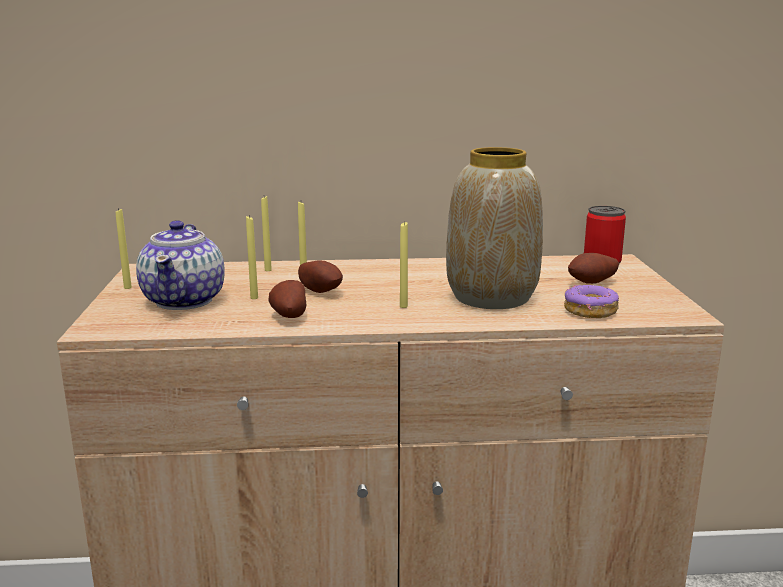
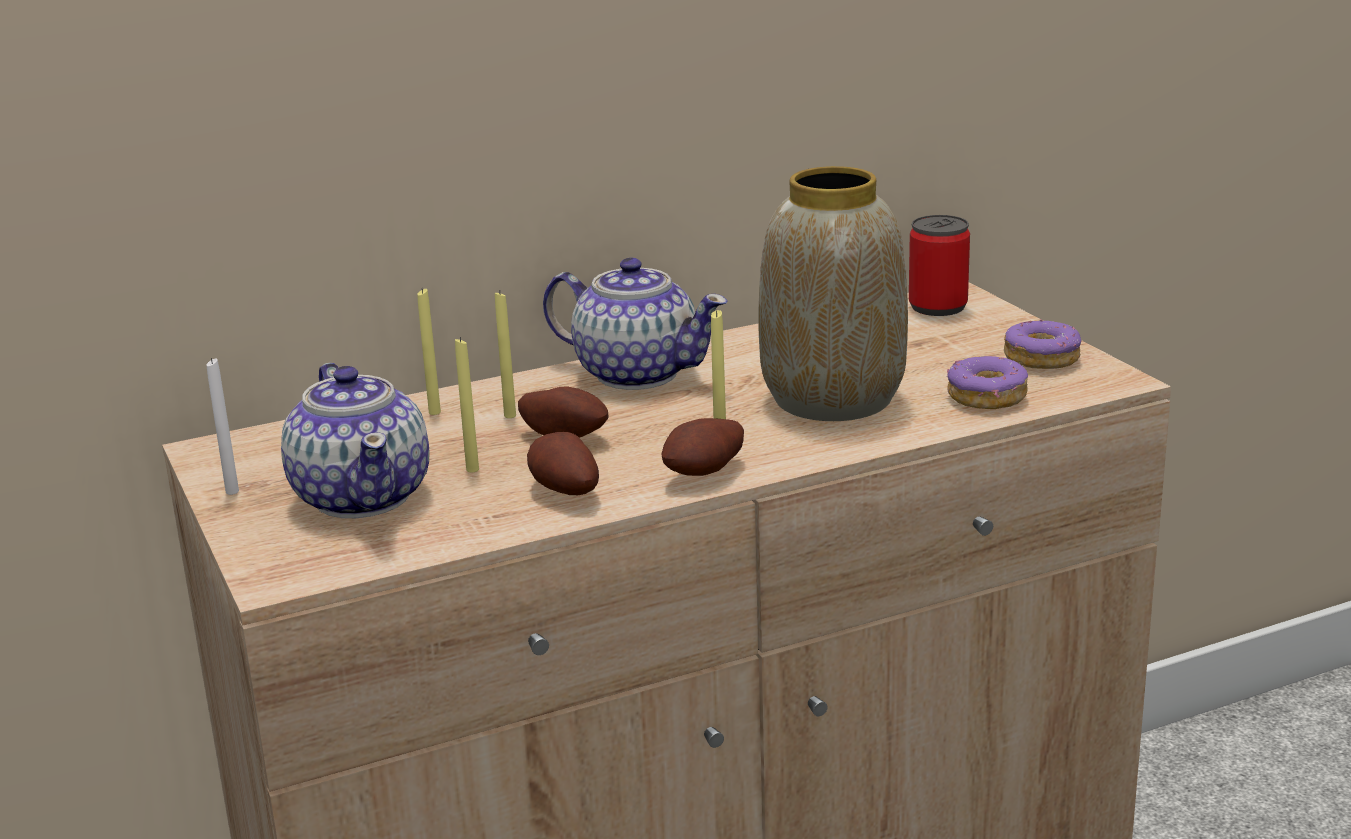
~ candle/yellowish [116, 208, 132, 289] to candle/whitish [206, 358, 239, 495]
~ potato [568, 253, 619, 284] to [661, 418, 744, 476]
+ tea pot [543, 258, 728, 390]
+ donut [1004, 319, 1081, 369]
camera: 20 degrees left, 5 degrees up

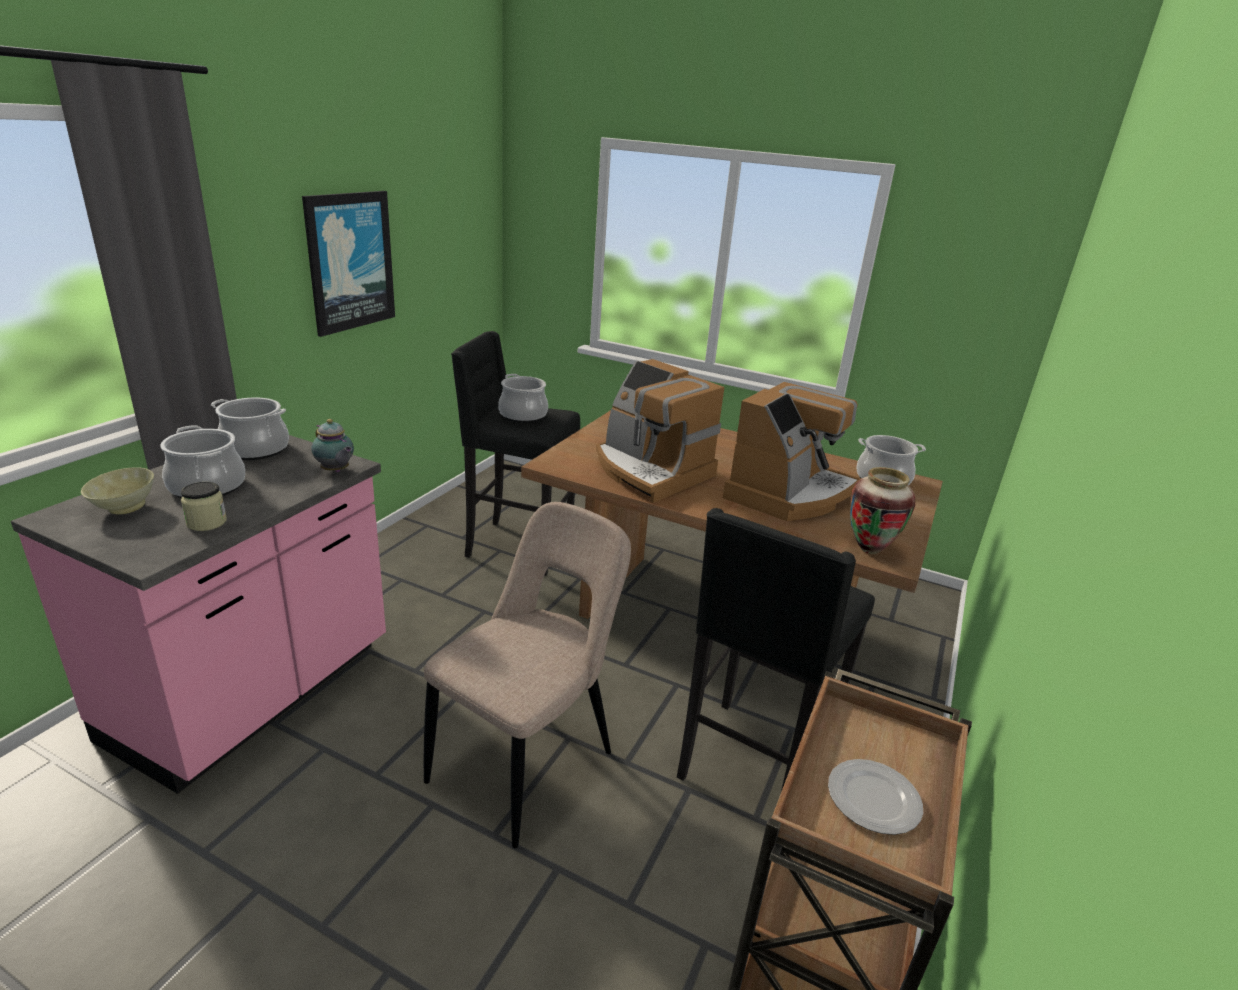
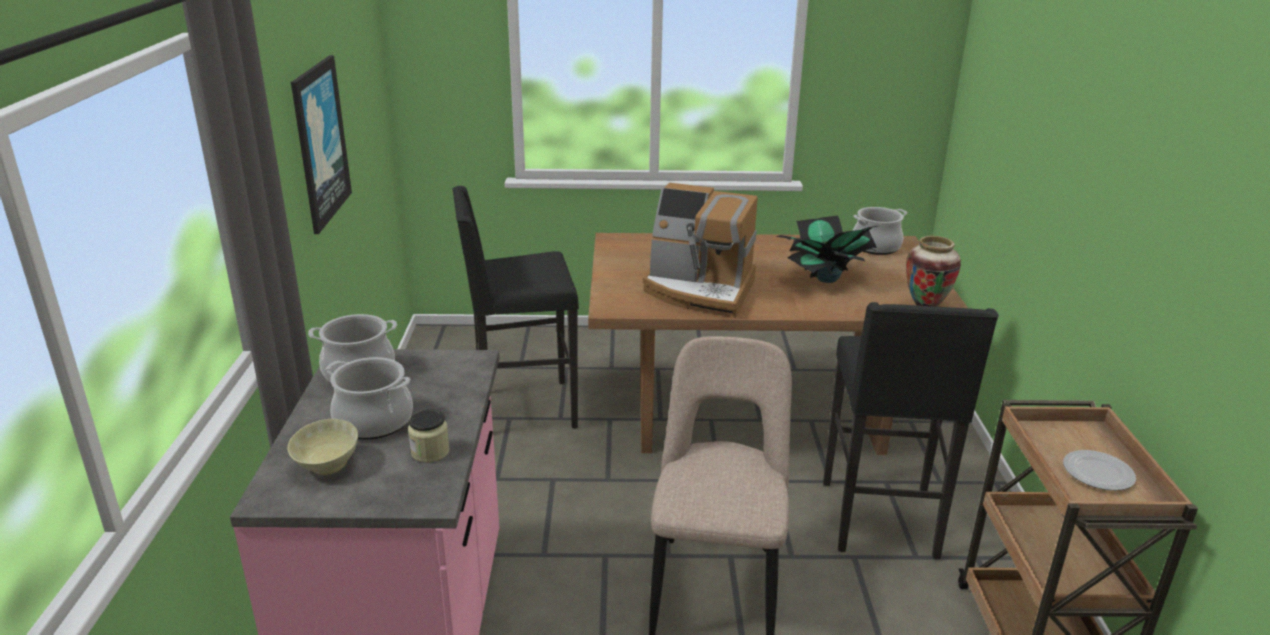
- tea pot [312, 419, 354, 472]
- stockpot [498, 374, 548, 423]
~ coffee brewer [723, 382, 862, 521] to potted plant [776, 215, 878, 283]
camera: 25 degrees left, 0 degrees up

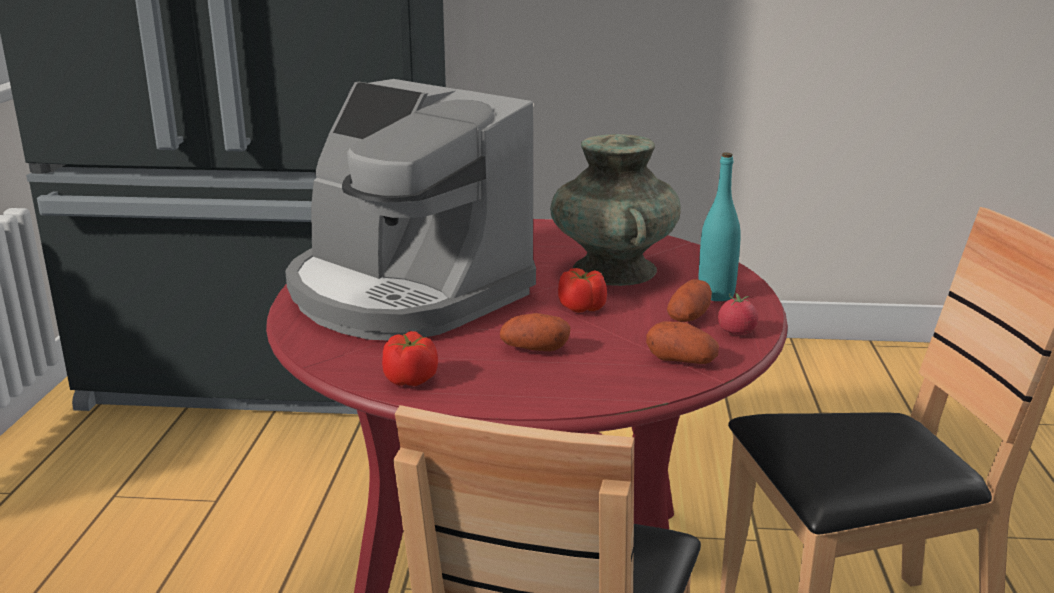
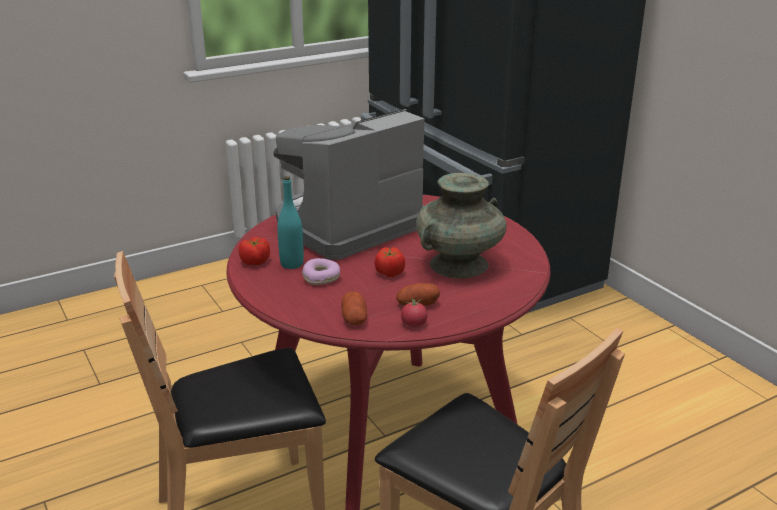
~ coffee brewer [285, 79, 536, 340] = [274, 109, 425, 260] 45 degrees clockwise
~ potato [500, 313, 570, 351] to donut [302, 258, 340, 285]
~ drink bottle/turquoise-coloured [698, 152, 741, 301] to [277, 176, 304, 269]
camera: 55 degrees right, 5 degrees up

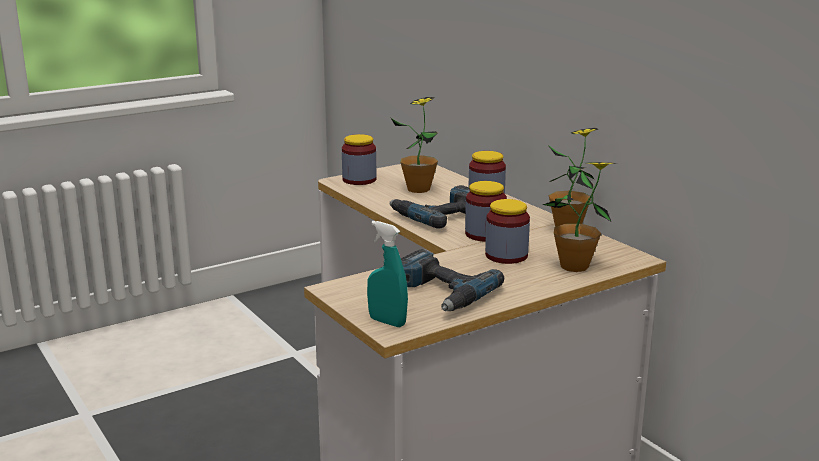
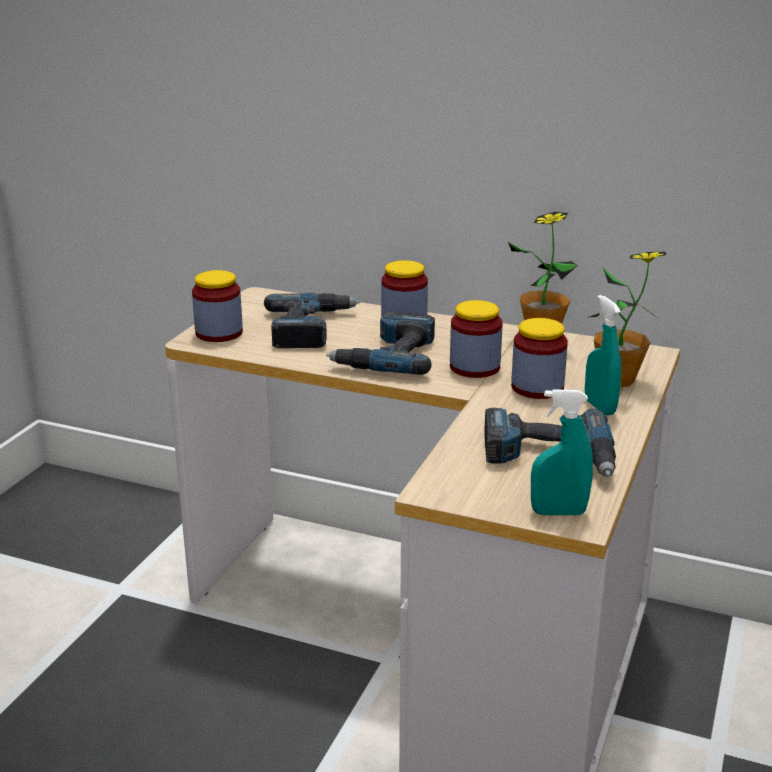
~ potted plant [391, 97, 438, 193] to drill [264, 293, 360, 348]
+ spray bottle/turquoise-coloured [585, 295, 621, 416]
camera: 35 degrees left, 5 degrees up

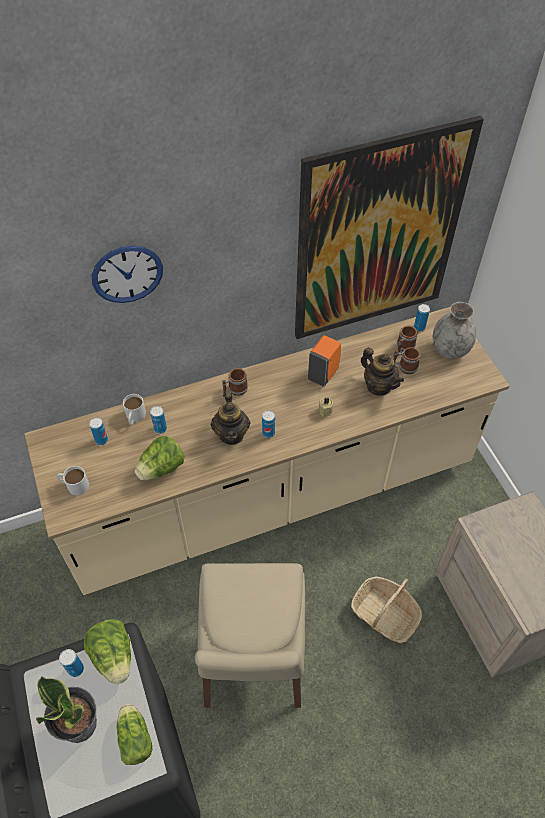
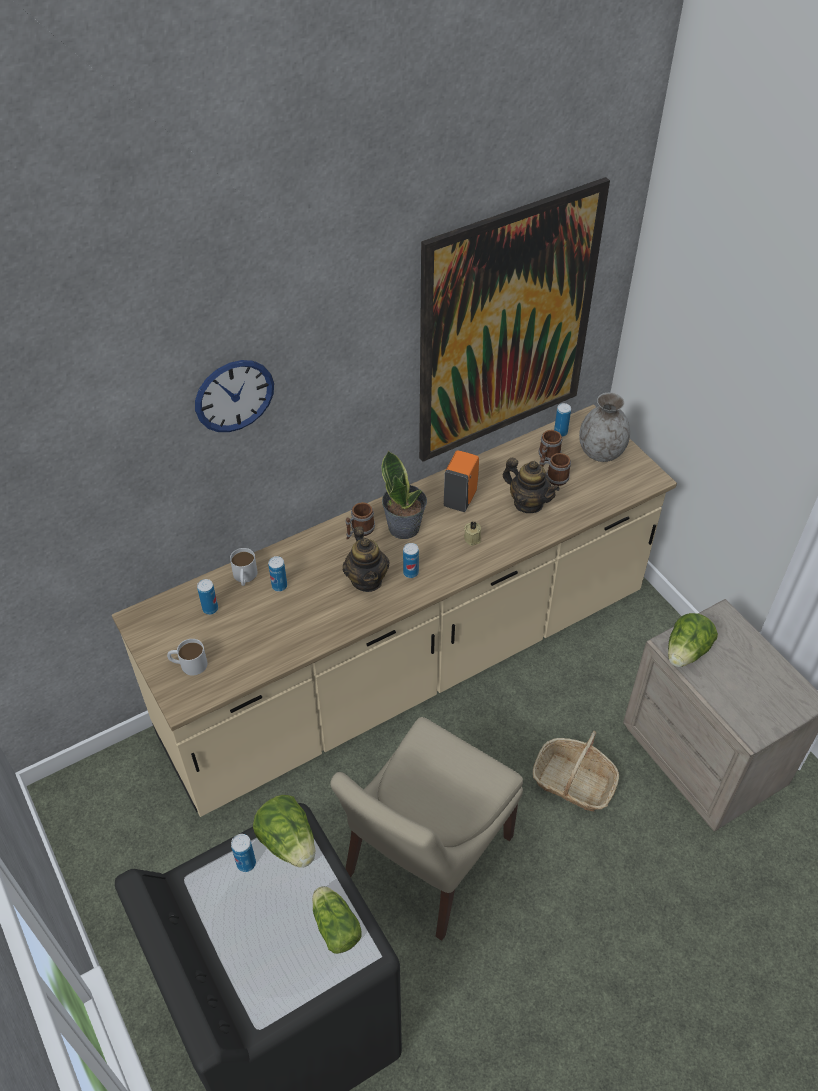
~ potted plant [36, 676, 97, 743] to [381, 450, 427, 539]
~ lettuce head [135, 436, 185, 480] to [668, 613, 718, 667]
~ plain chair/sand-coloured [195, 563, 305, 708] = [330, 717, 523, 941] 45 degrees clockwise
camera: 10 degrees left, 5 degrees down

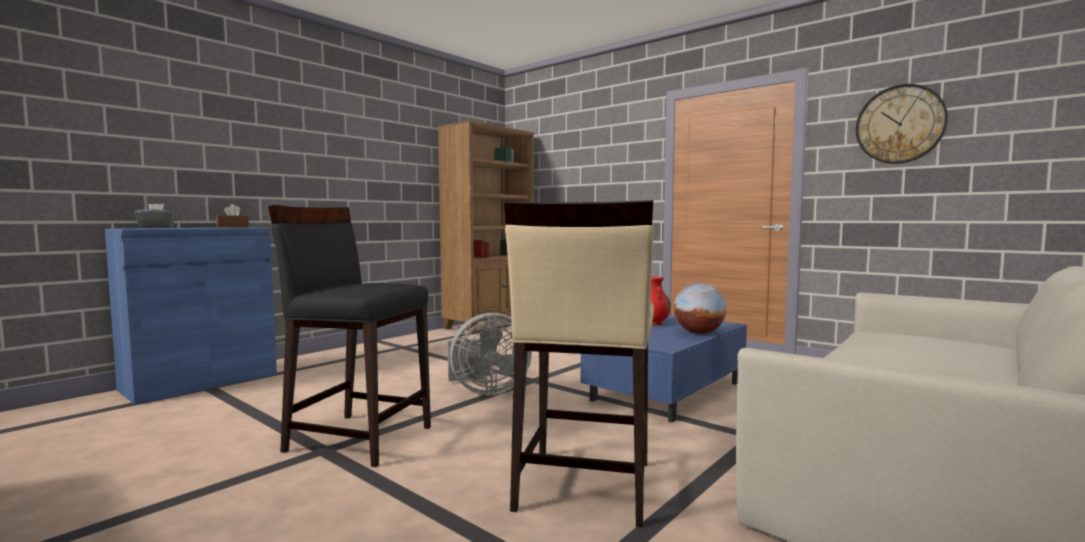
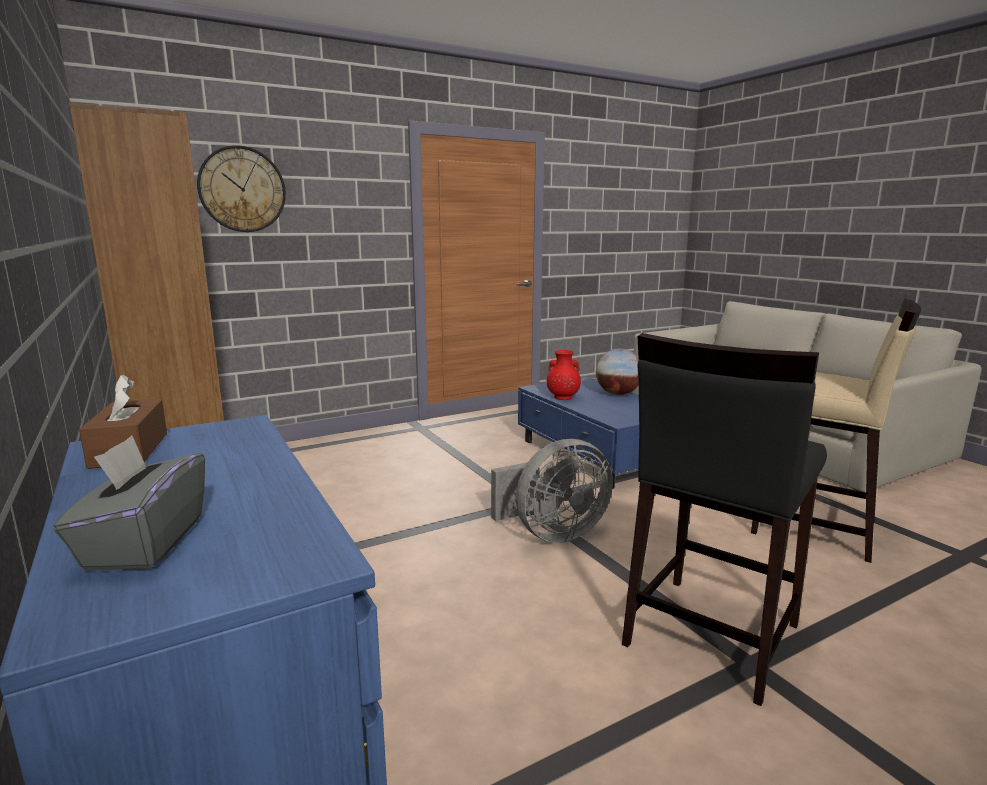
~ fan/greyish [447, 313, 532, 395] = [491, 439, 613, 543] 60 degrees clockwise
~ hanging clock [856, 84, 948, 164] to [197, 145, 286, 232]
camera: 70 degrees left, 10 degrees up

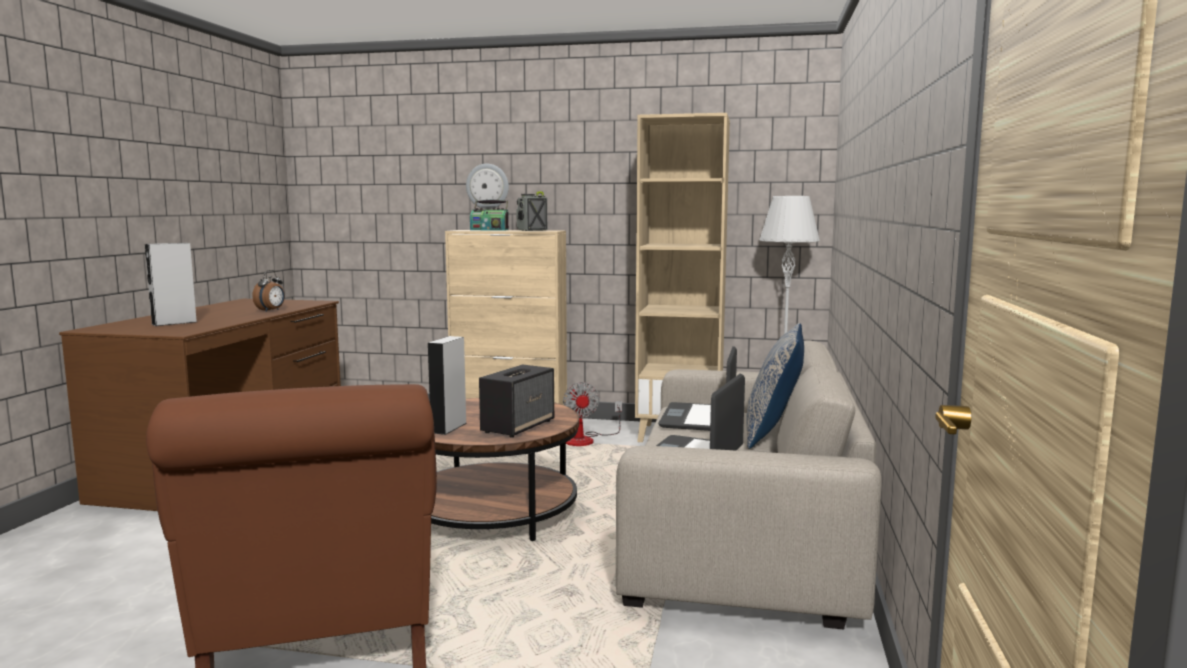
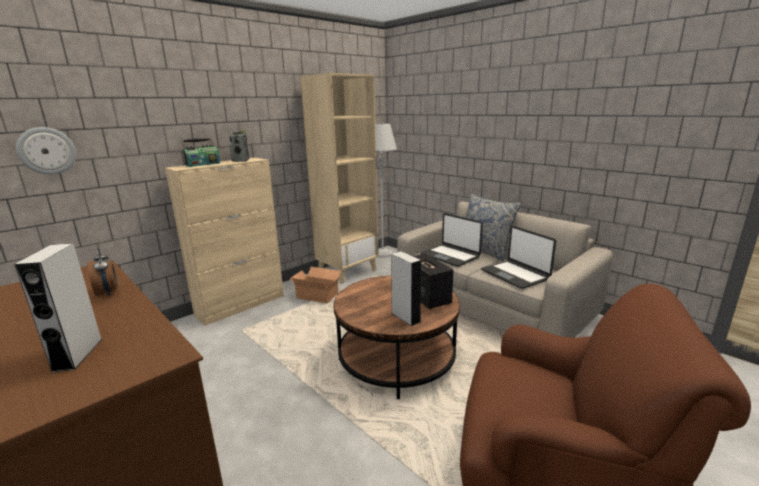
~ hanging clock [466, 164, 509, 209] to [16, 127, 76, 175]
~ fan [563, 382, 622, 446] to carton [290, 267, 341, 303]
camera: 55 degrees left, 10 degrees up

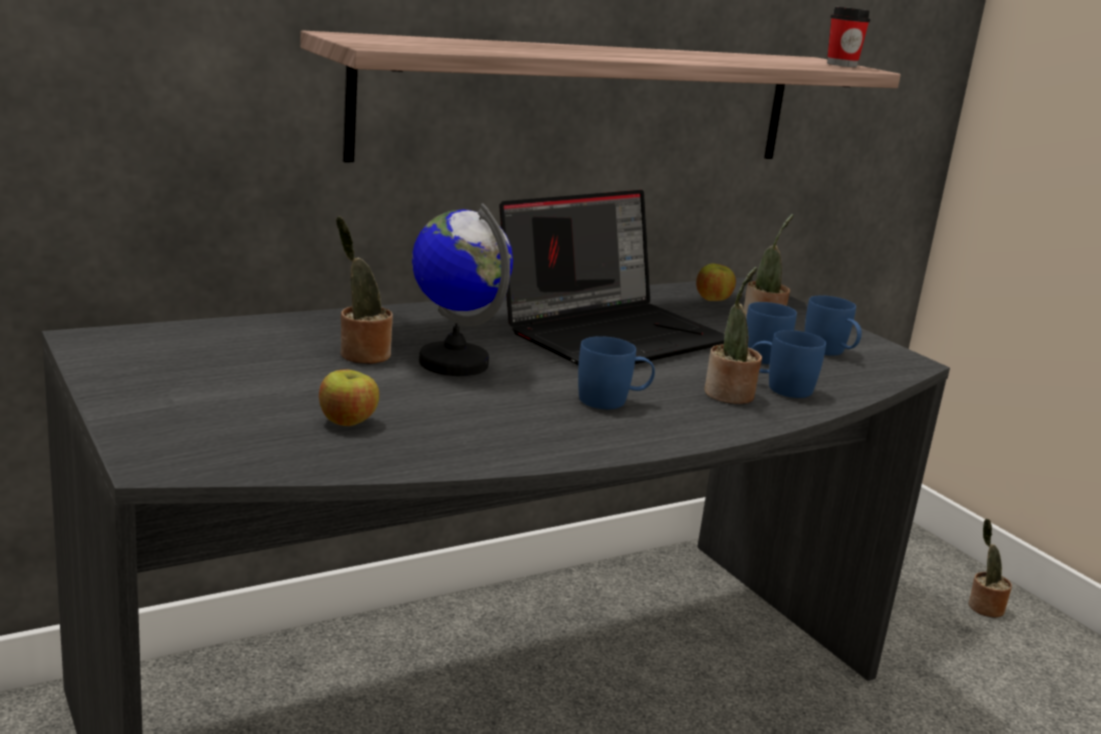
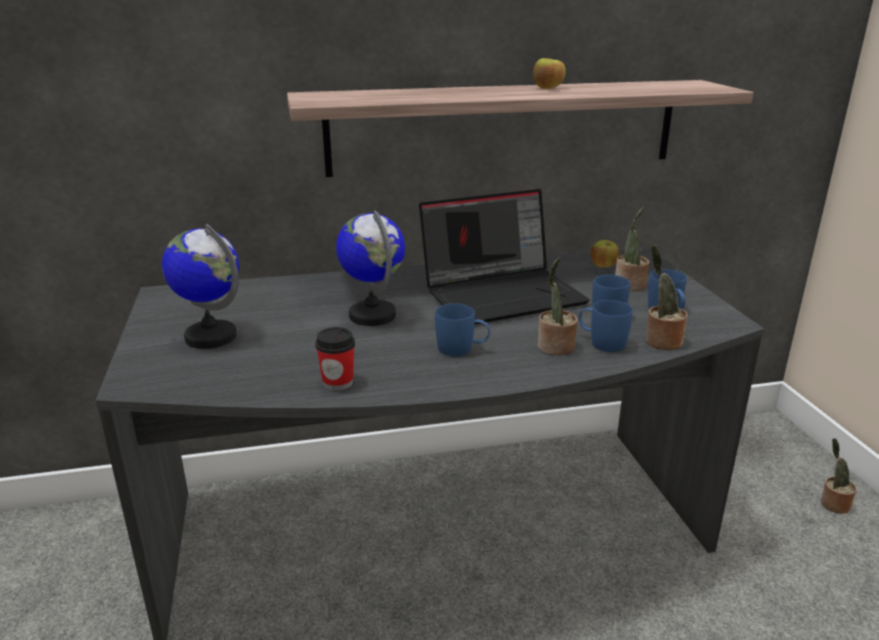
~ whole apple [319, 369, 379, 426] to [533, 58, 566, 89]
~ potted plant [336, 216, 393, 364] to [645, 245, 687, 350]
~ small cup [827, 7, 871, 67] to [315, 327, 355, 391]
+ world globe [162, 224, 239, 349]
camera: 20 degrees right, 5 degrees up

